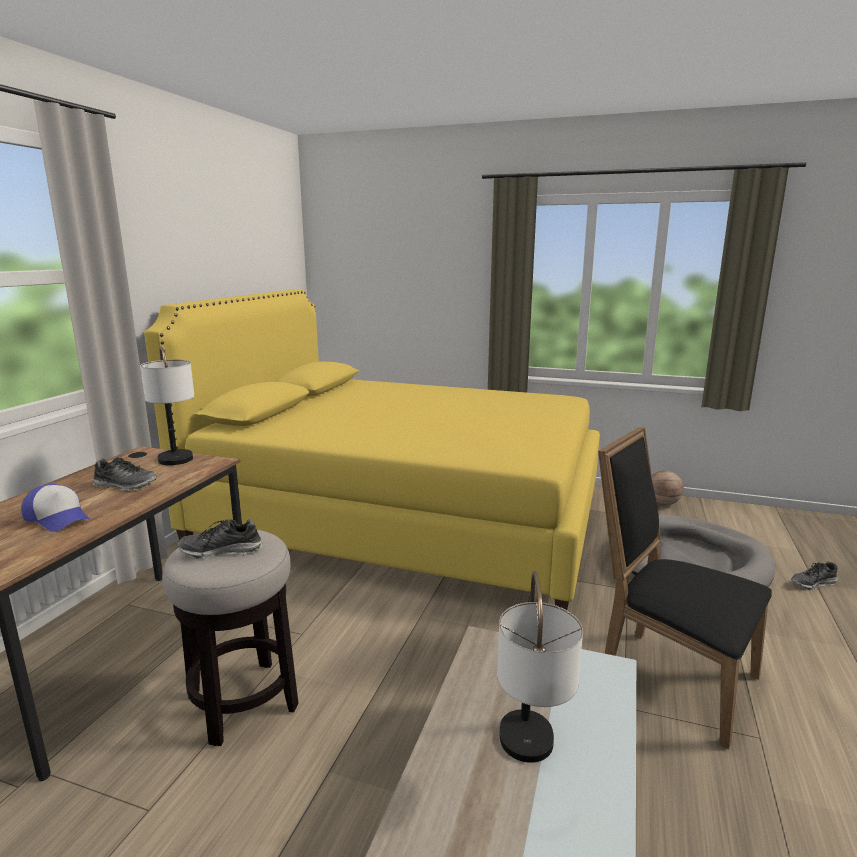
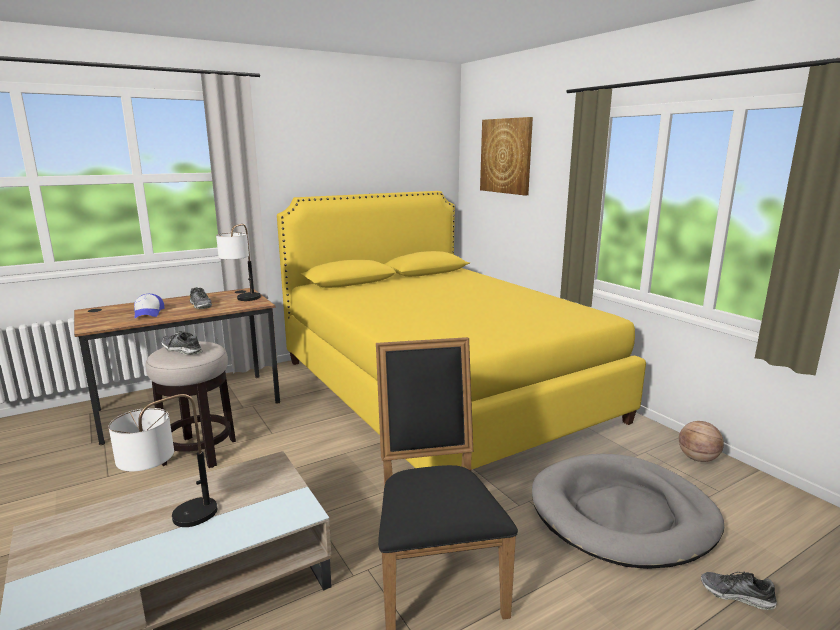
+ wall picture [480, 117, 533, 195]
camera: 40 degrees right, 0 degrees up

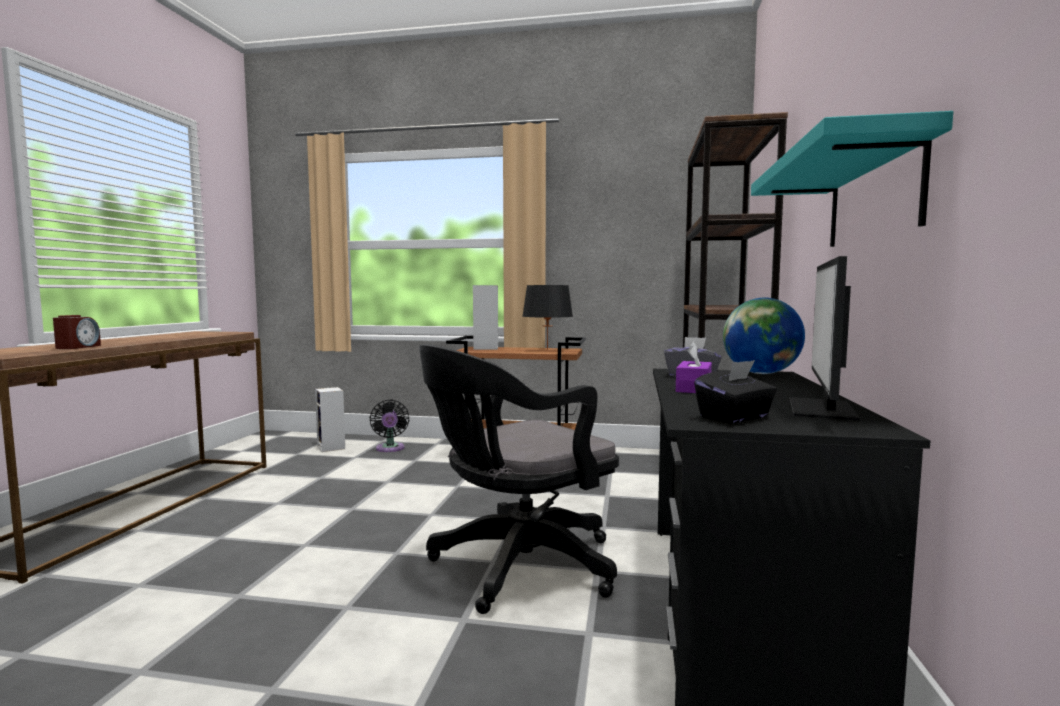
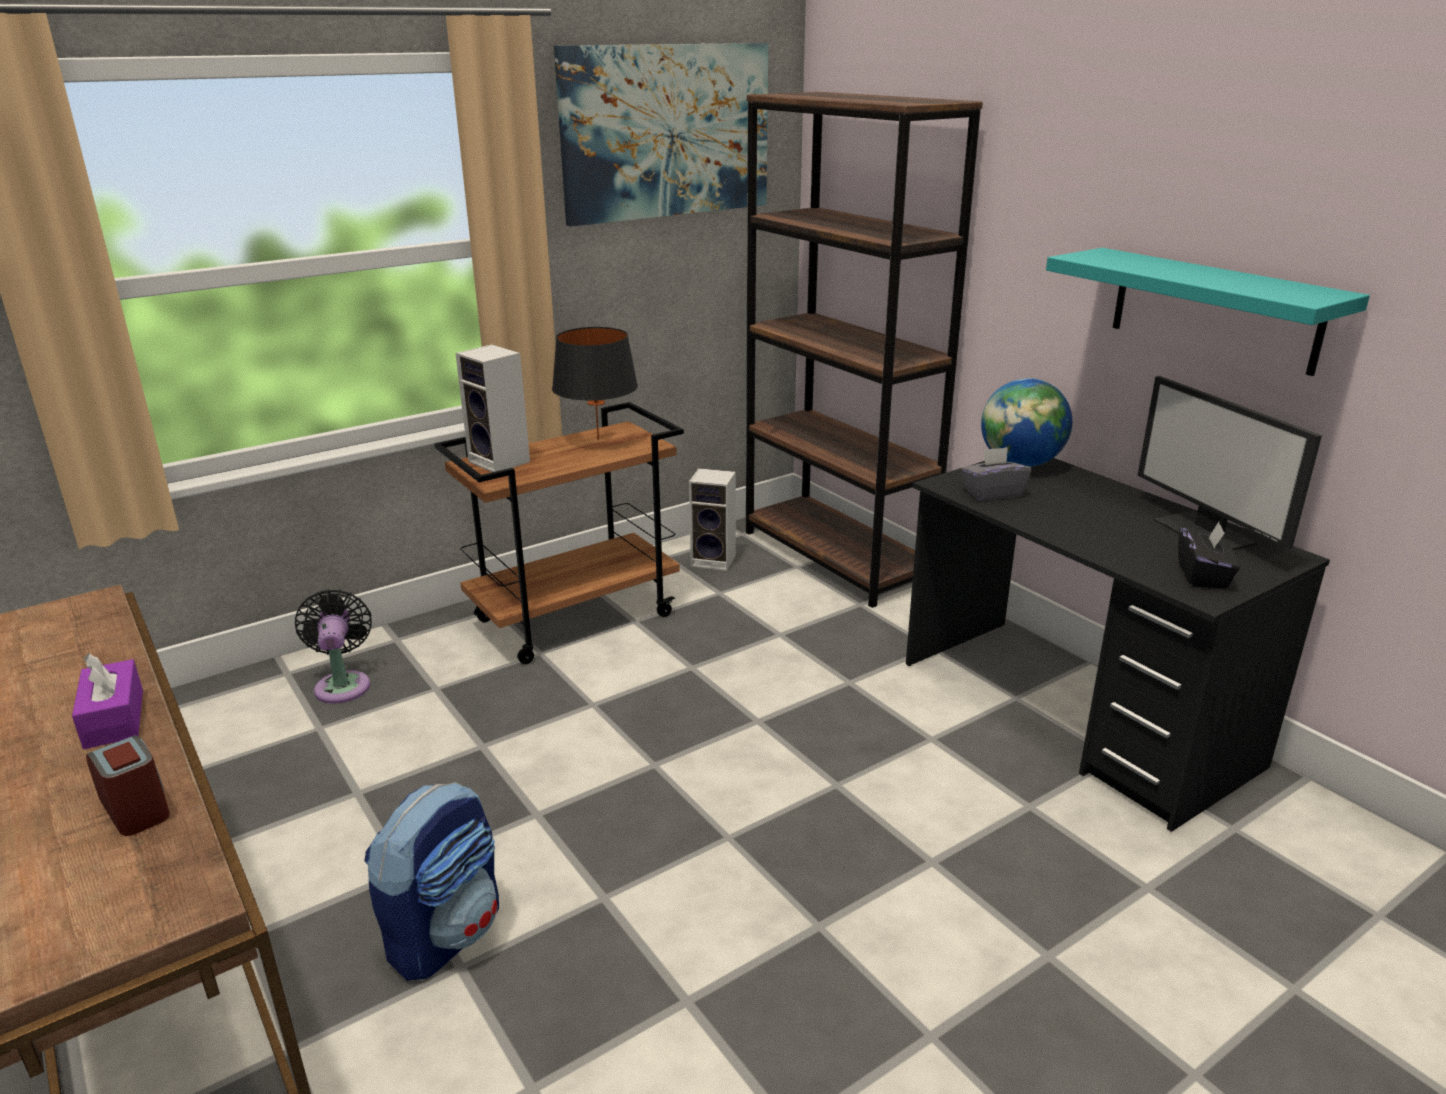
~ speaker [315, 387, 345, 452] to [689, 468, 736, 571]
~ fan/black-coloured [369, 400, 409, 452] = [295, 589, 372, 704] 135 degrees counterclockwise
- computer chair/black-coloured [419, 344, 619, 614]
~ tissue box/purplish [676, 342, 712, 393] to [72, 653, 143, 749]
+ rucksack [365, 782, 499, 981]
+ wall picture [554, 43, 768, 227]
camera: 45 degrees left, 20 degrees up

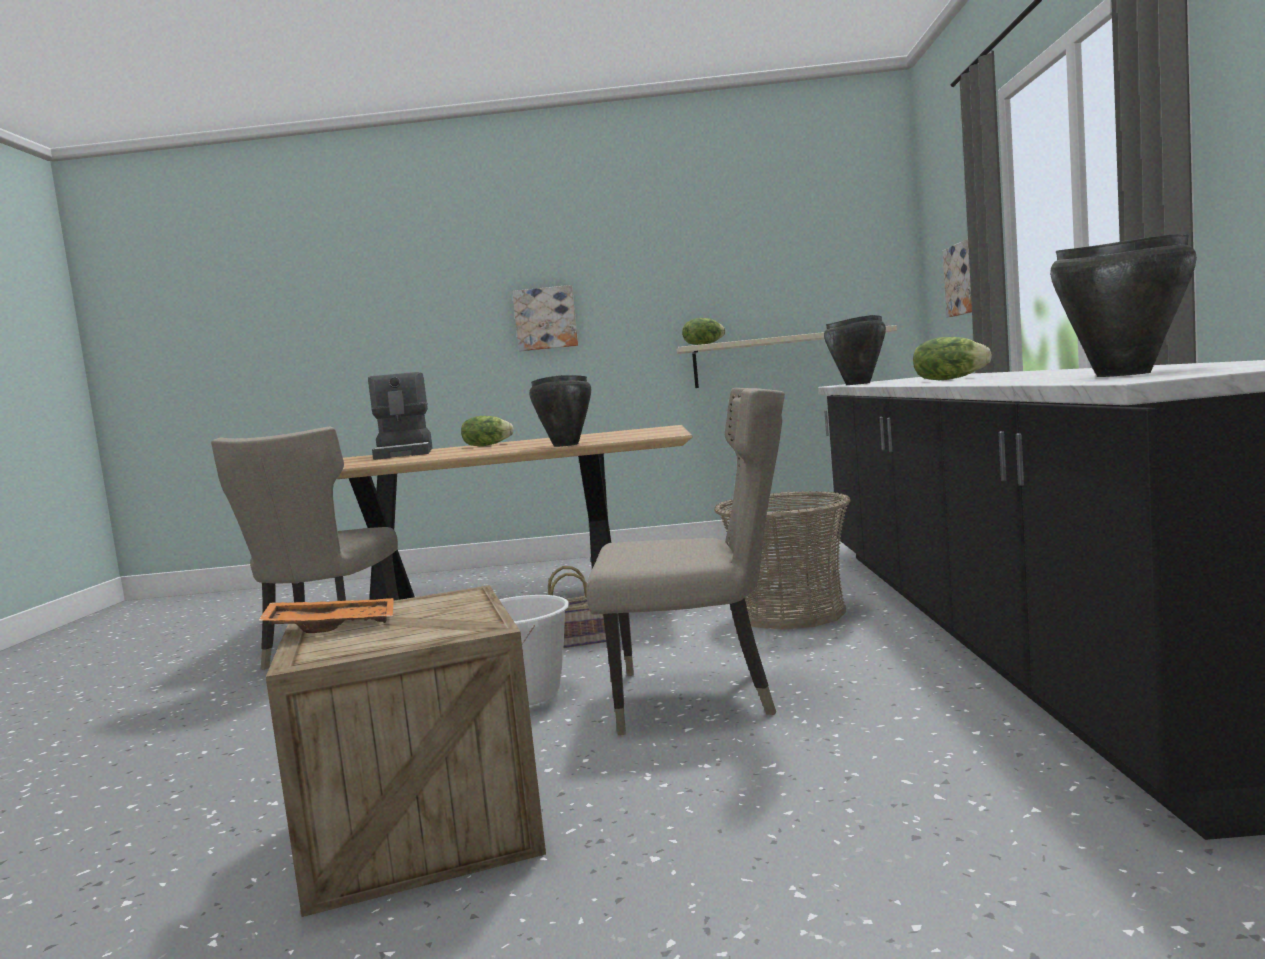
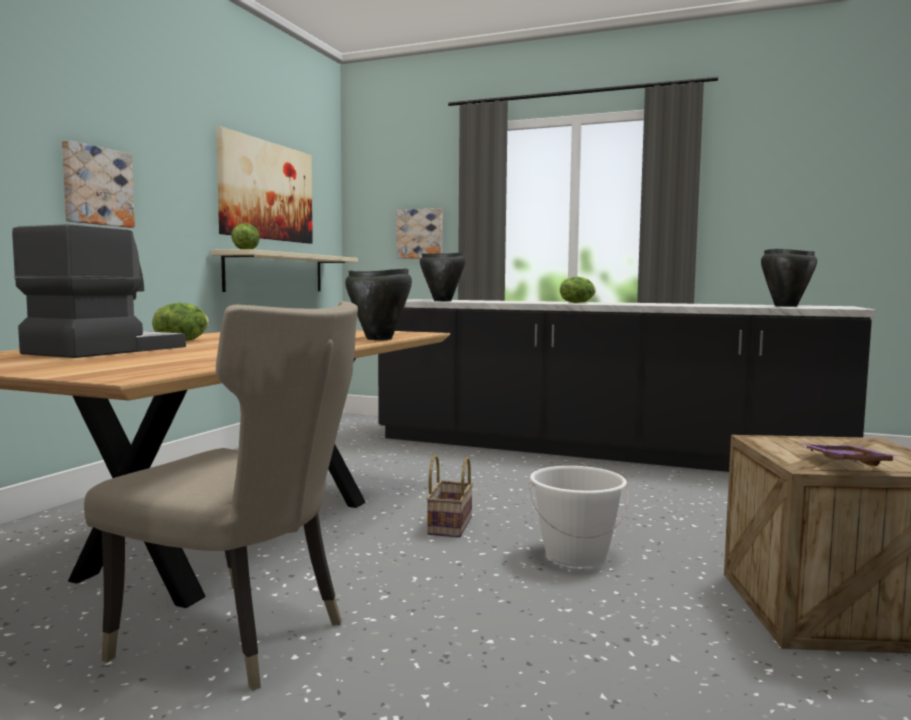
~ carrying tray/orange-coloured [258, 598, 394, 633] to carrying tray/purplish [800, 443, 905, 466]
~ coffee brewer [368, 372, 433, 460] = [12, 224, 186, 358] 75 degrees counterclockwise
- plain chair/sand-coloured [586, 388, 785, 735]
- household basket [714, 491, 850, 630]
+ wall picture [216, 126, 313, 244]
camera: 70 degrees left, 0 degrees up

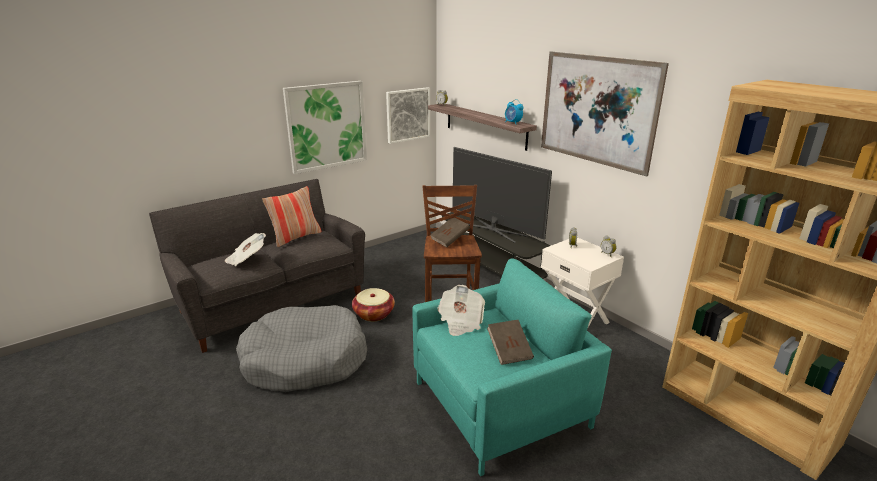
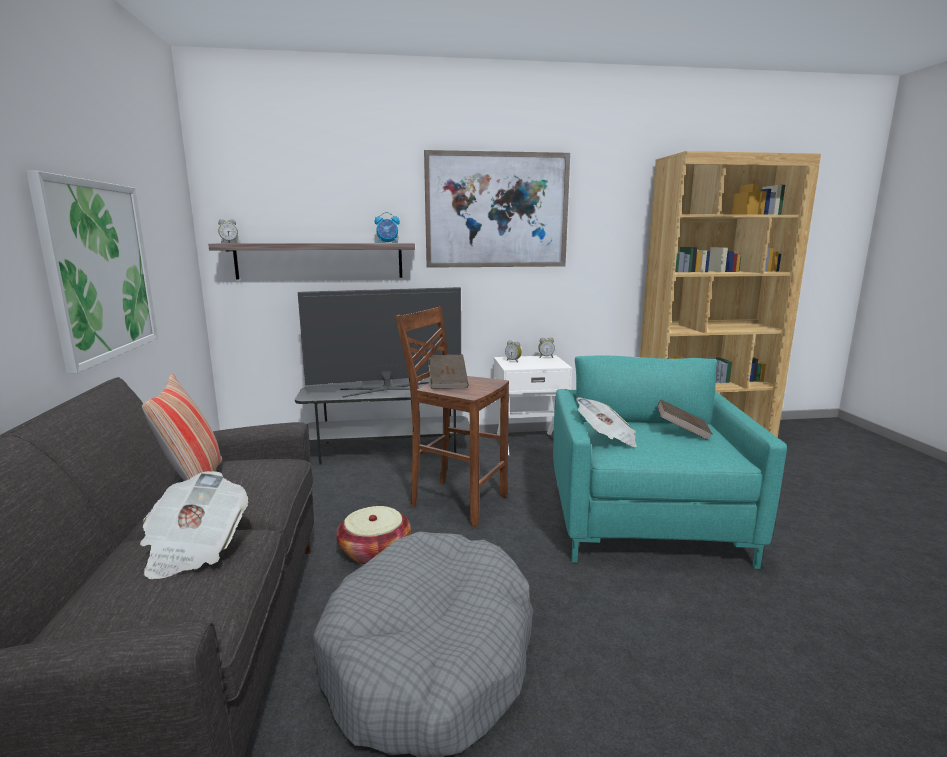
- wall picture [386, 87, 430, 144]
camera: 60 degrees left, 10 degrees down

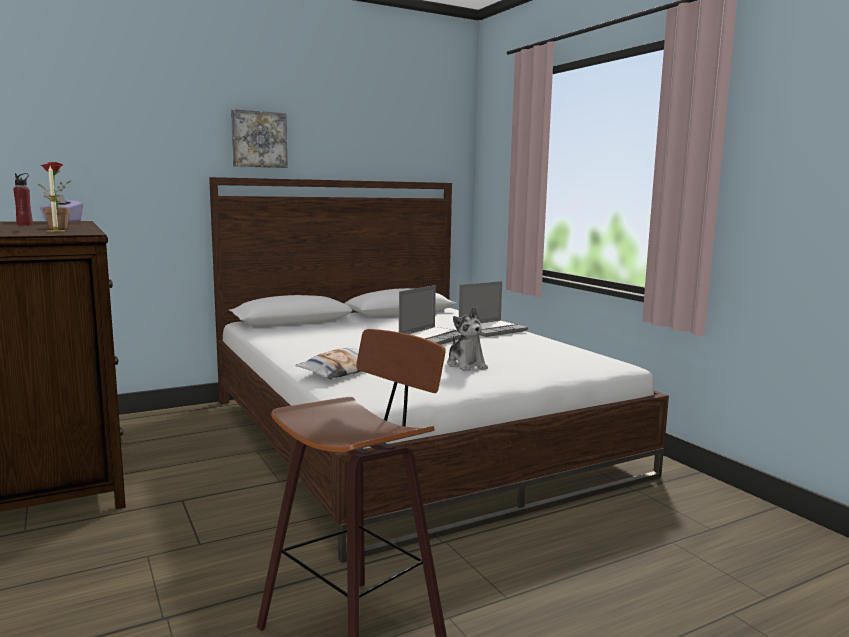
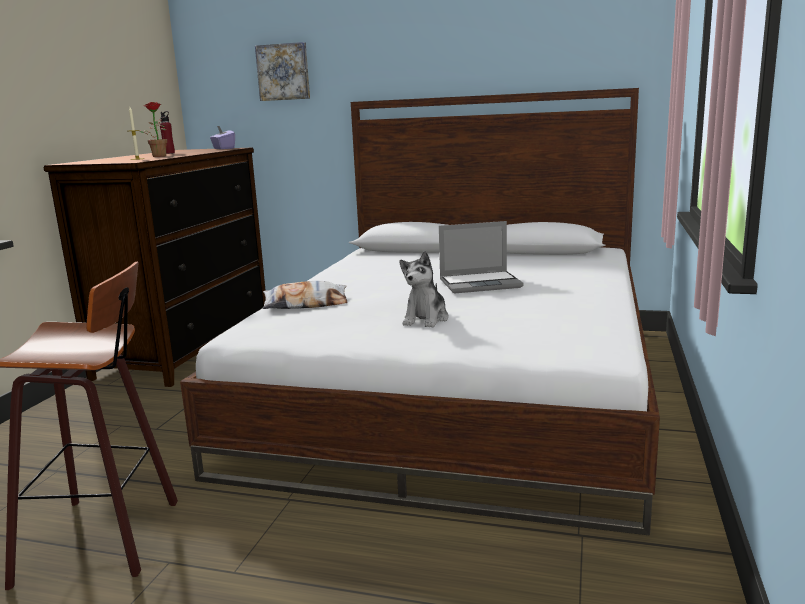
~ wall picture [231, 109, 288, 168] to [255, 42, 310, 101]
- notebook computer [459, 281, 528, 337]
camera: 45 degrees right, 5 degrees up

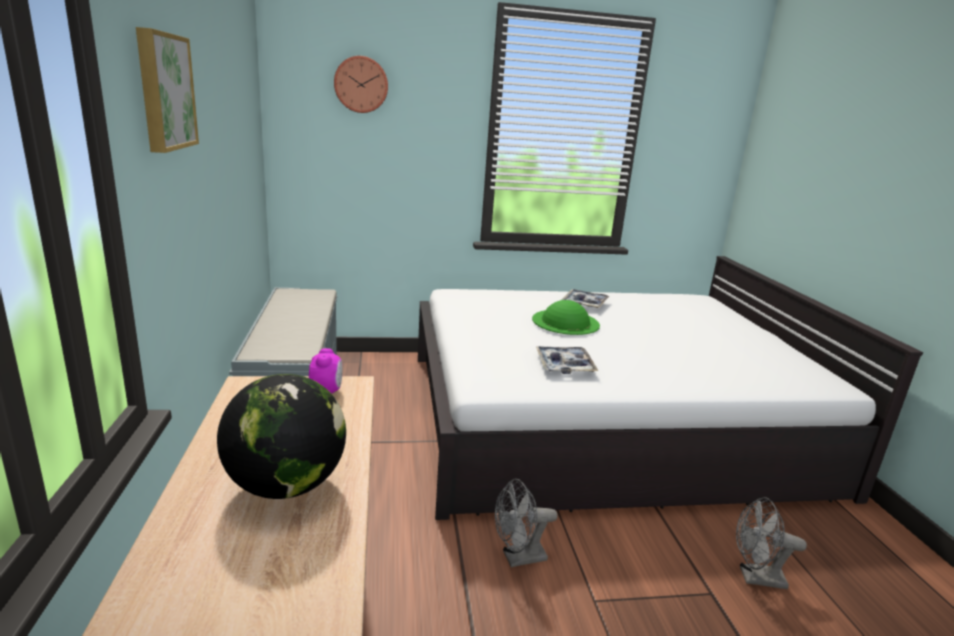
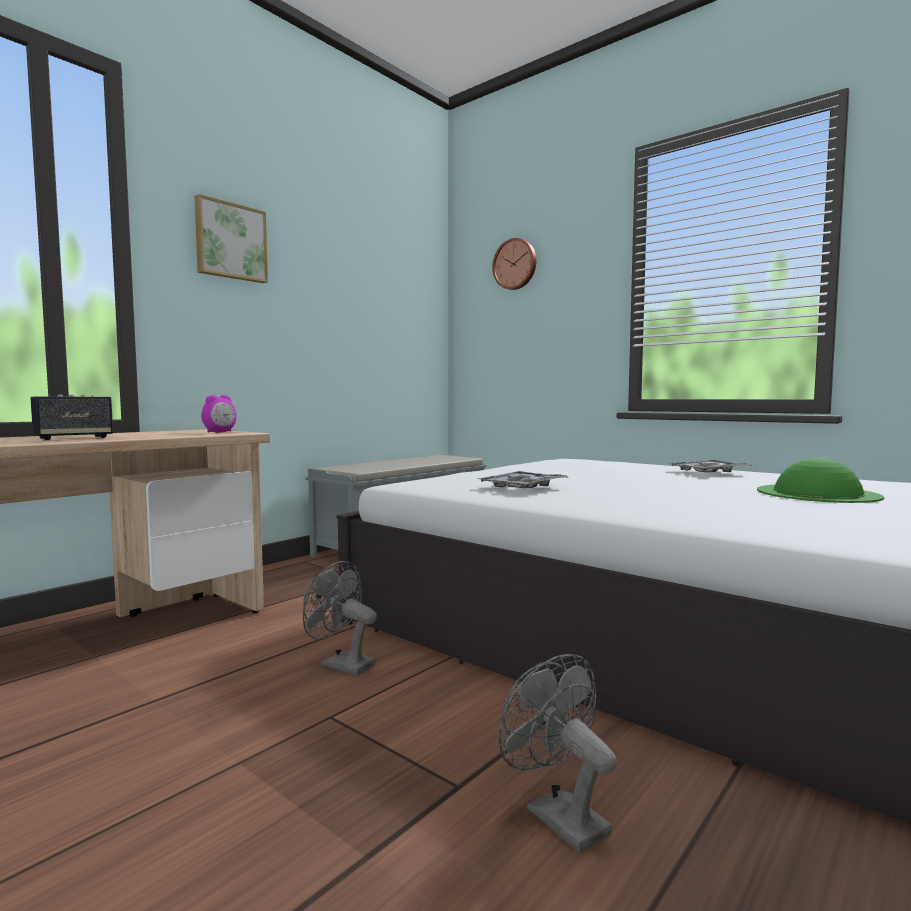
~ world globe [217, 374, 346, 499] to speaker [31, 394, 113, 440]
~ hat/green-coloured [532, 300, 600, 335] to [757, 458, 884, 503]
camera: 50 degrees right, 15 degrees down

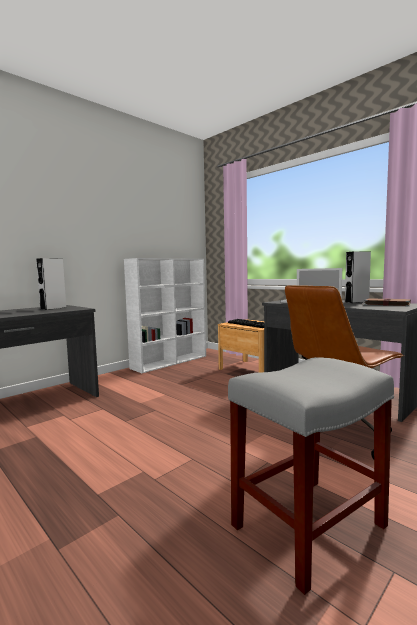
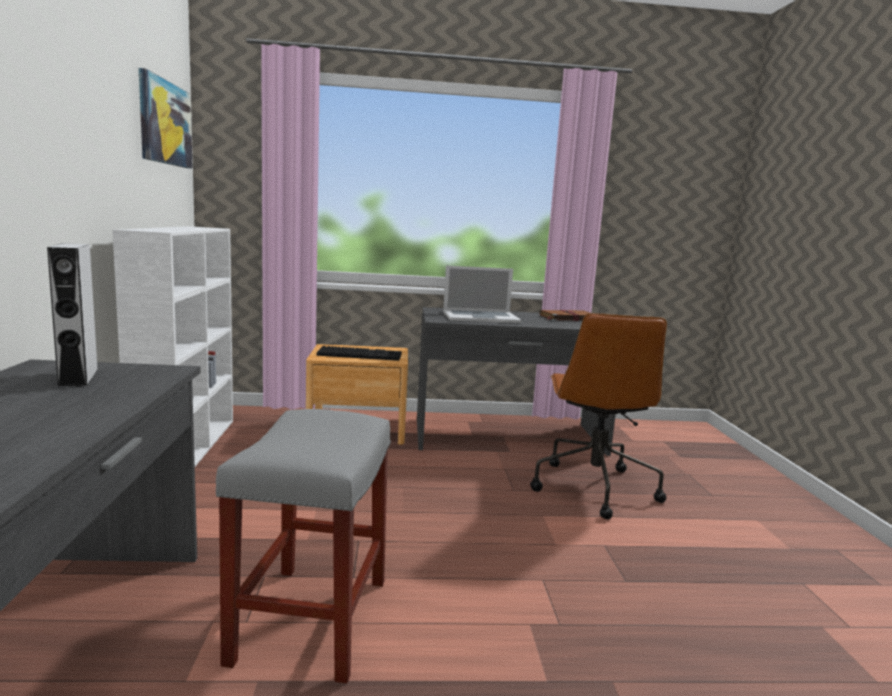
~ stool seat/greyish [228, 357, 394, 595] to [216, 409, 391, 683]
- speaker/greyish [344, 251, 371, 303]
+ wall picture [139, 68, 193, 168]
camera: 50 degrees left, 5 degrees up

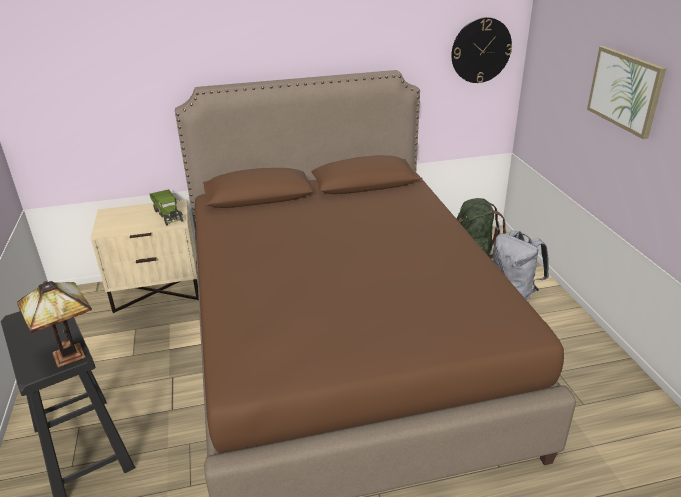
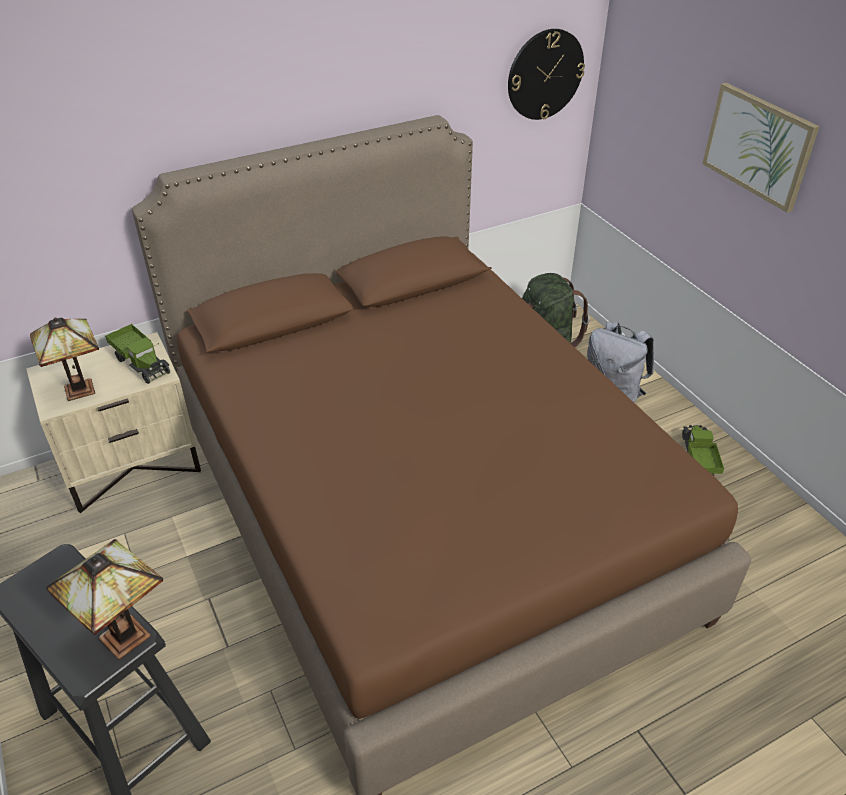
+ tabletop lamp [30, 318, 99, 401]
+ toy lorry [682, 425, 724, 476]
camera: 15 degrees left, 10 degrees up

